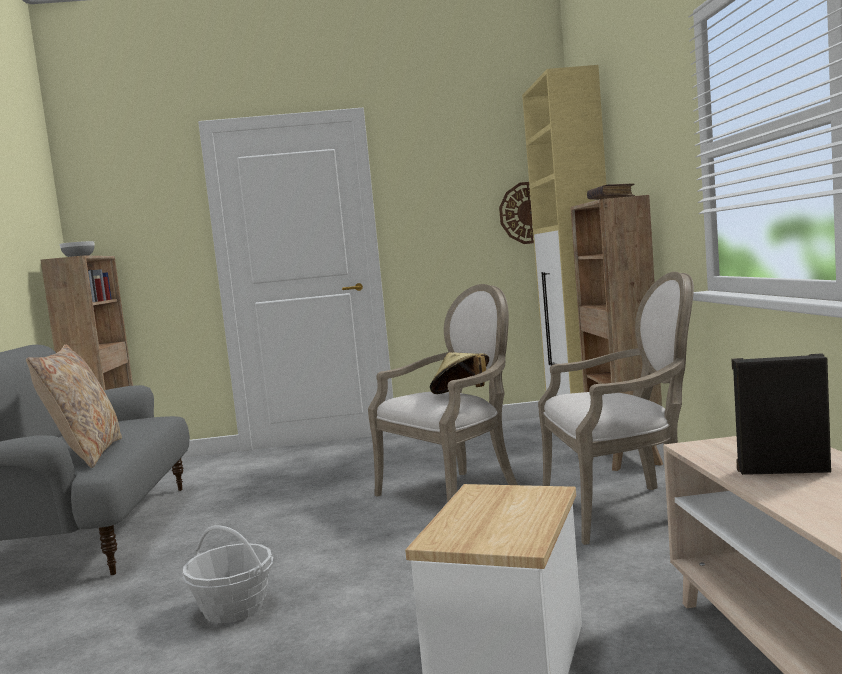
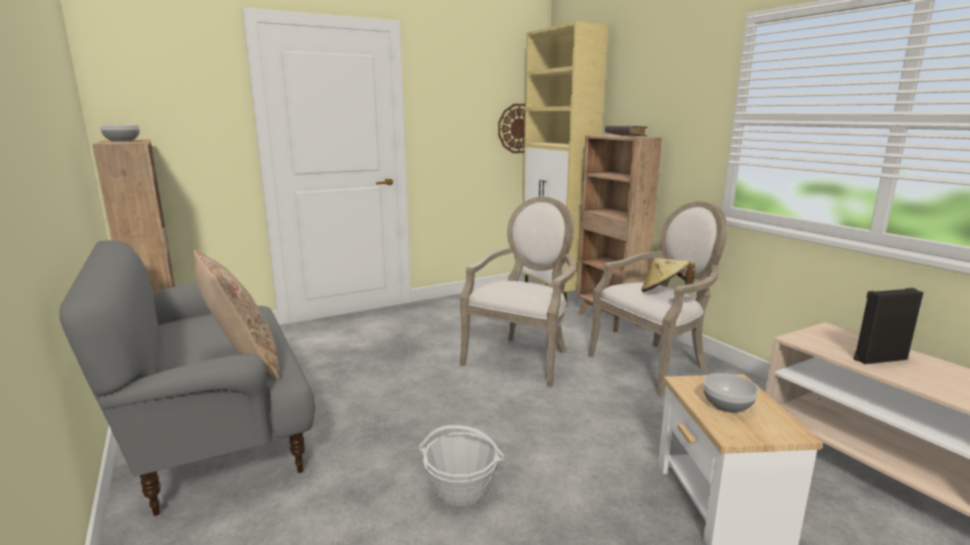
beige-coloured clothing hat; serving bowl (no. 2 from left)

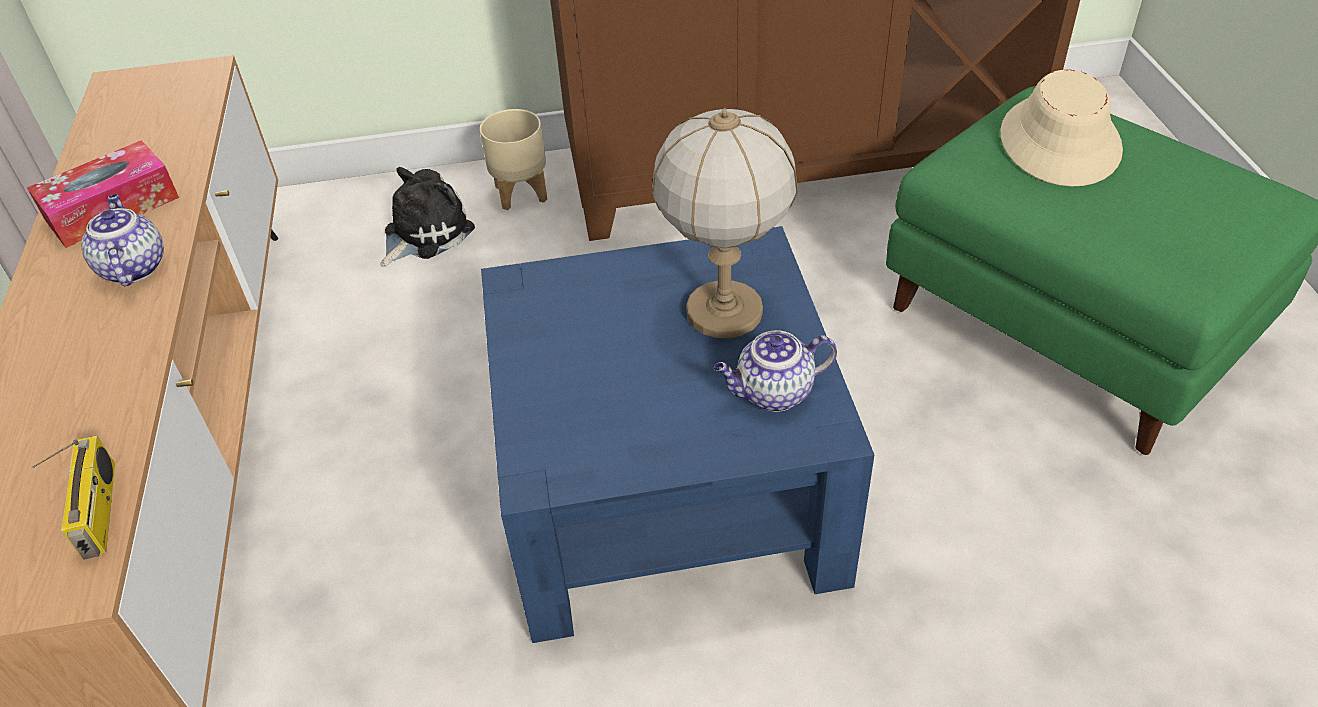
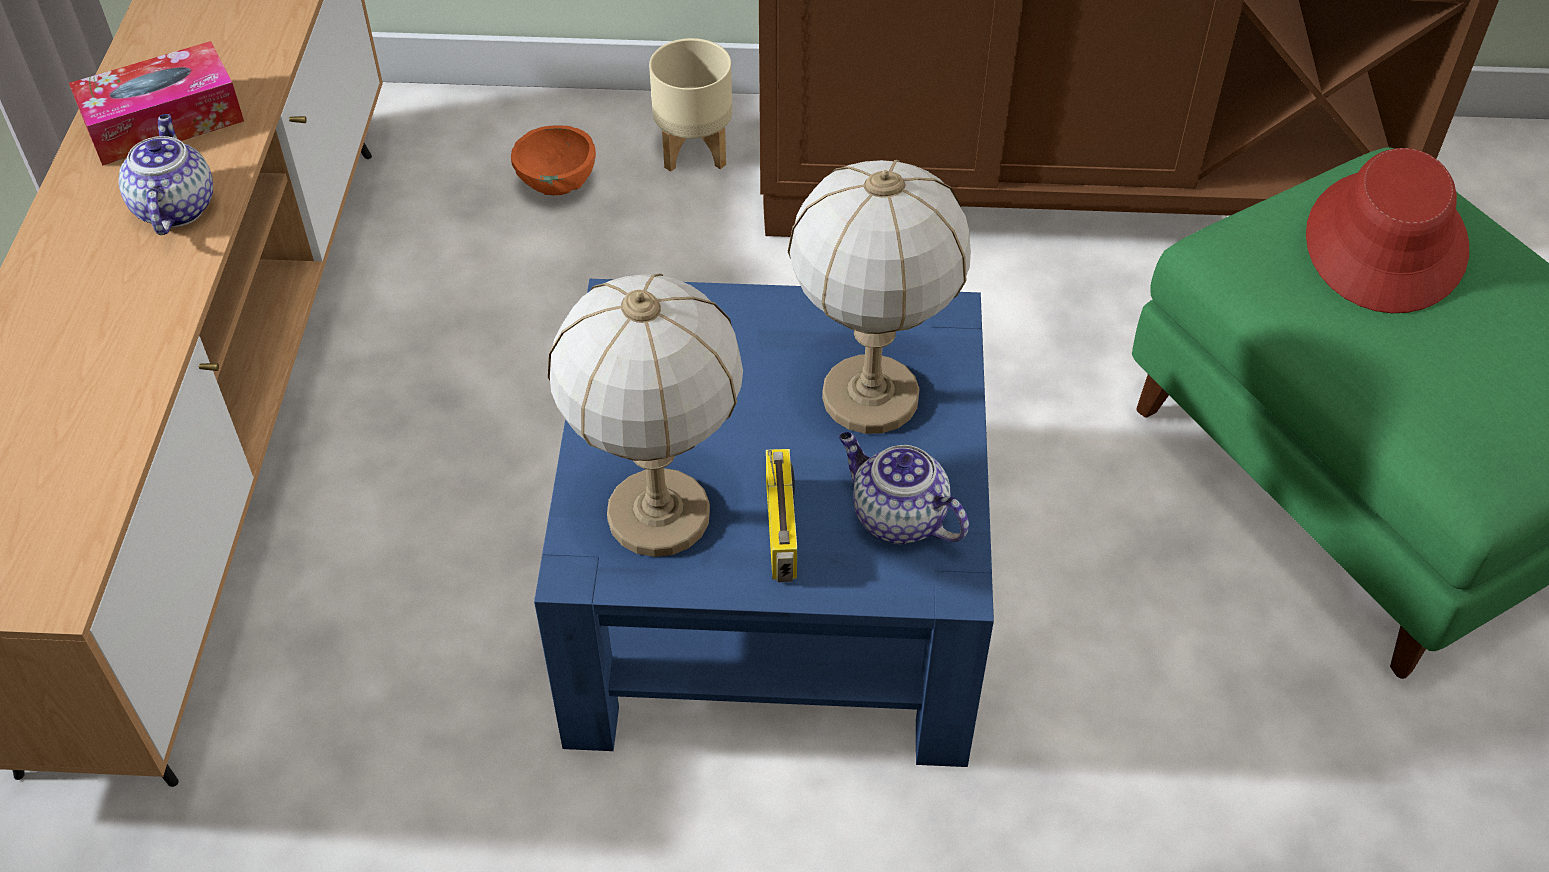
red clothing hat; orange-coloured serving bowl; tea pot (no. 2 from left); radio receiver; table lamp (no. 1 from left)

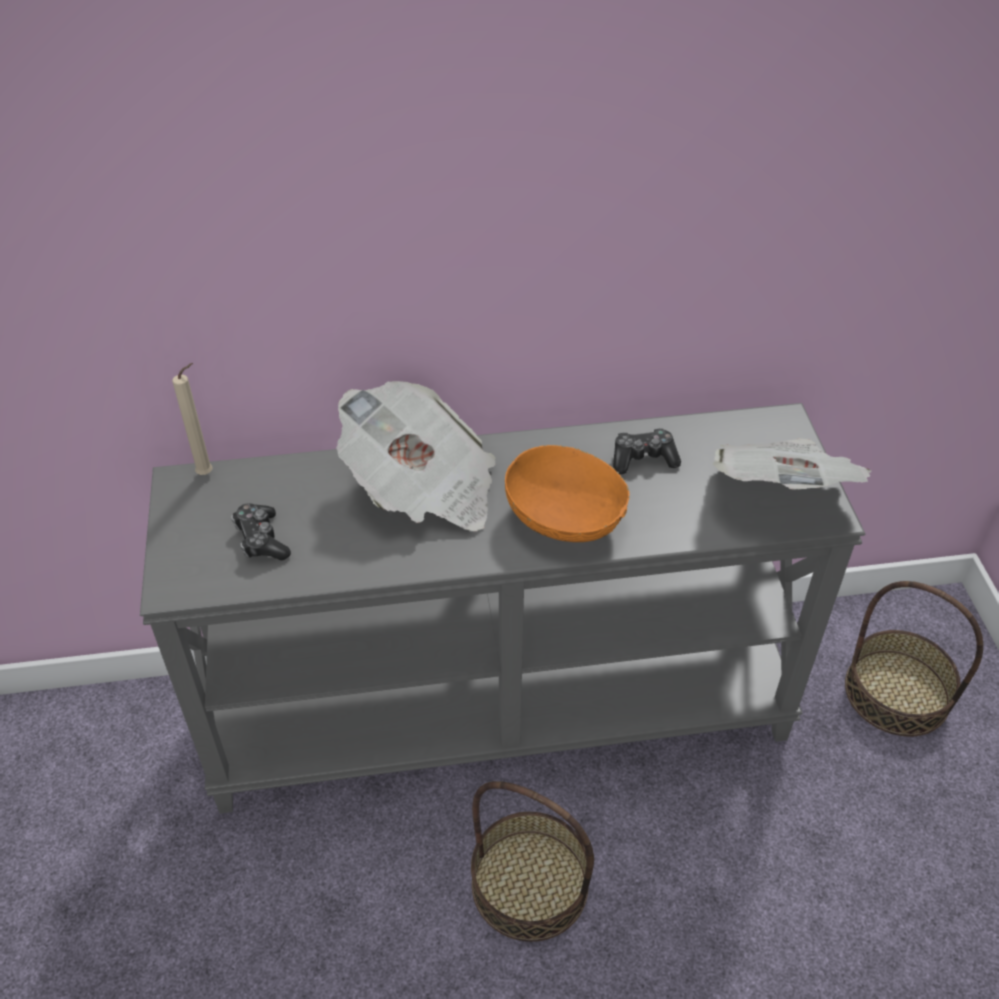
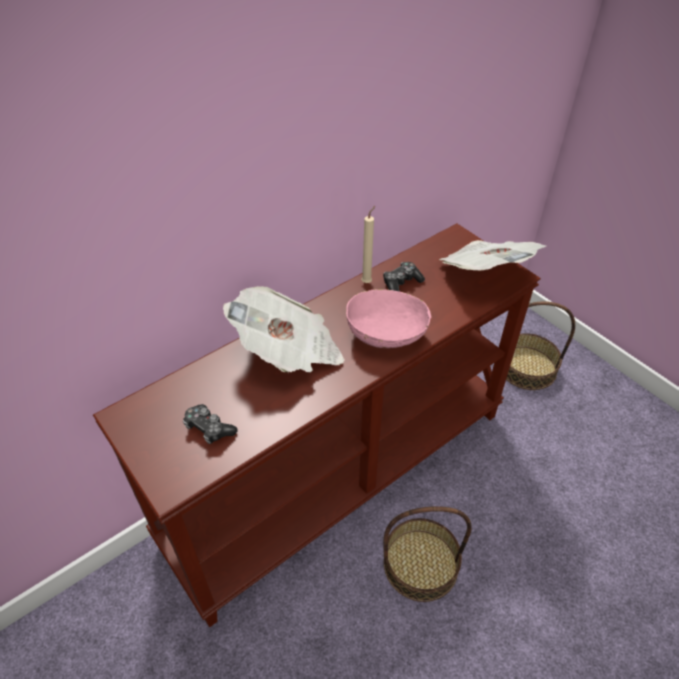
beige-coloured wax light; brown-coloured narrow table; pink serving bowl

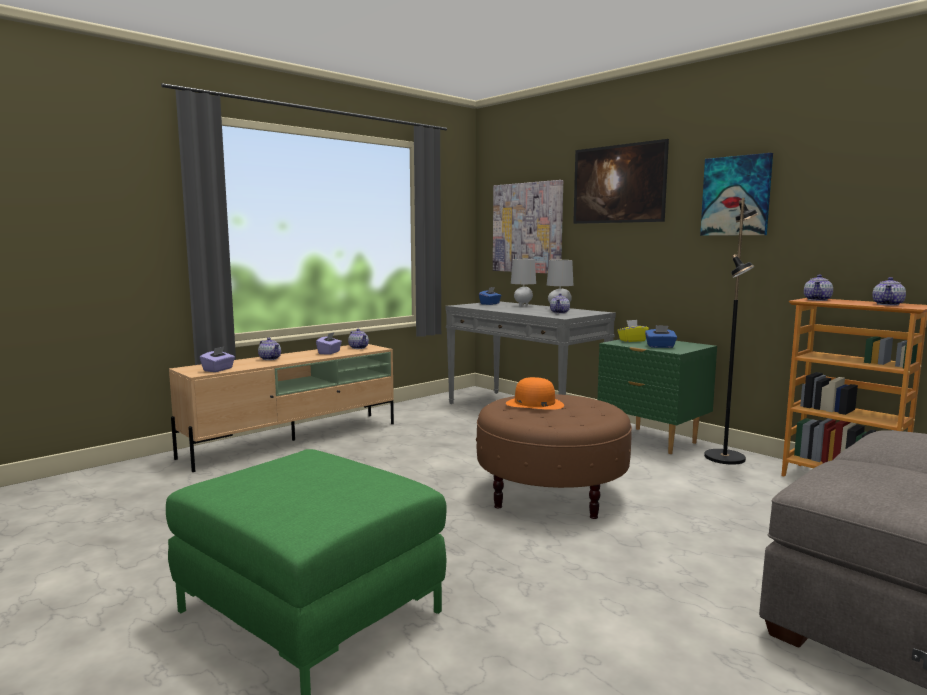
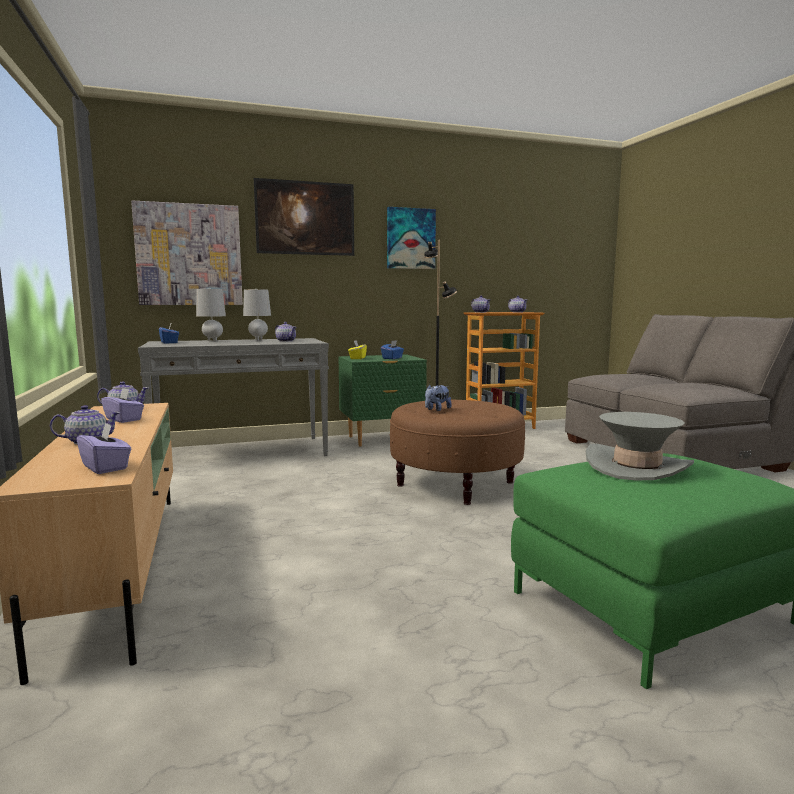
plush toy; greyish clothing hat

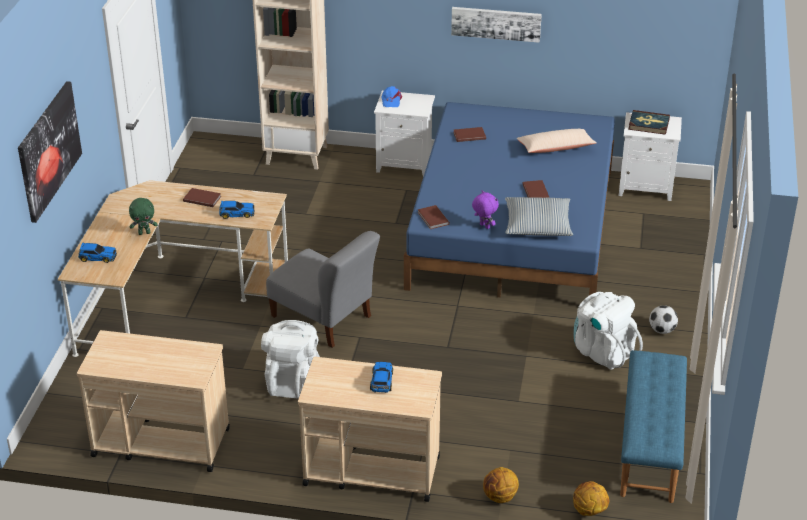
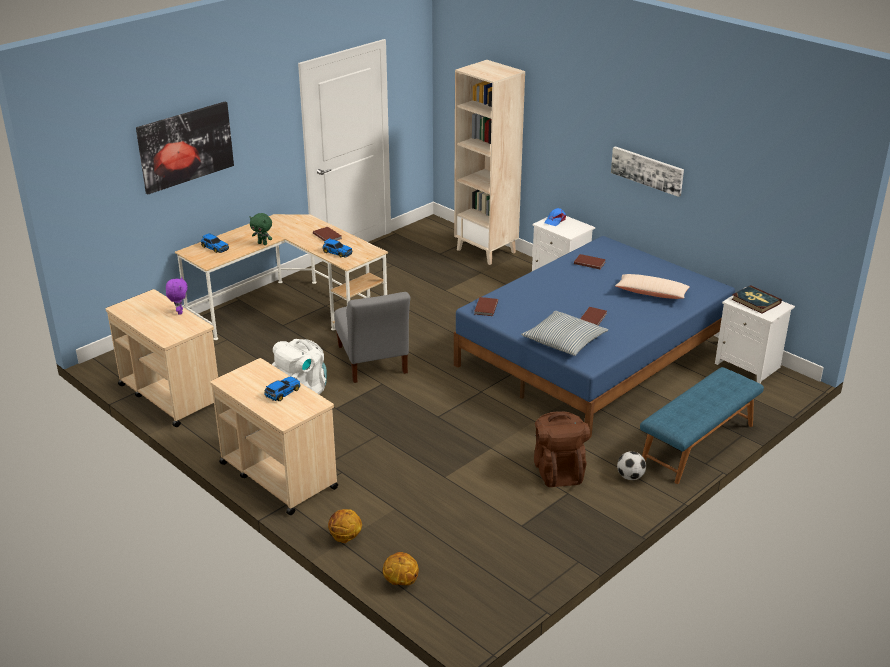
purple-coloured plush toy; brown-coloured knapsack; blue-coloured indoor bench

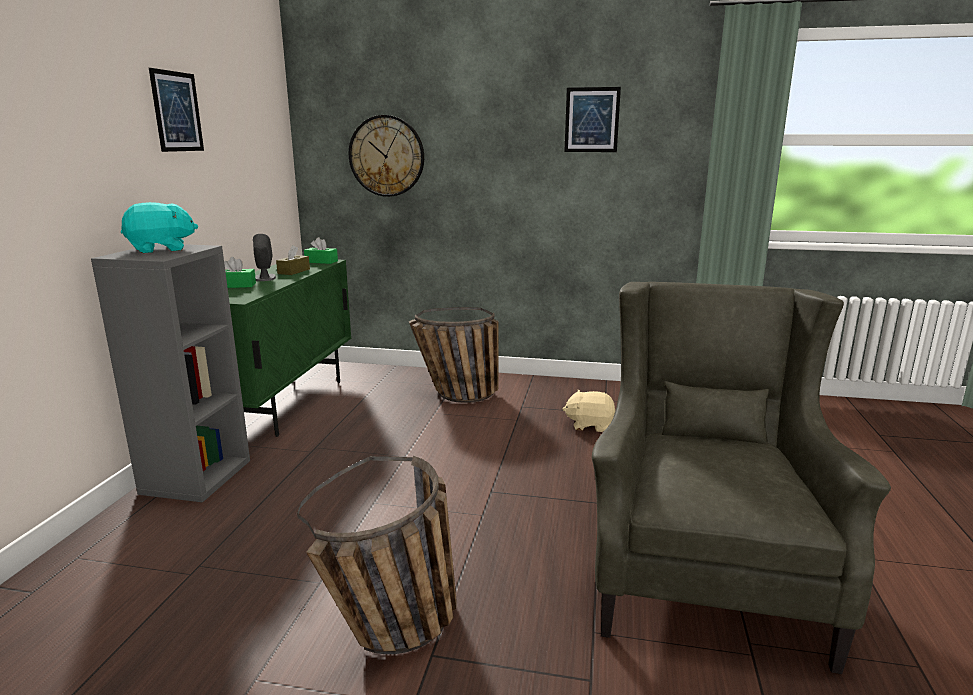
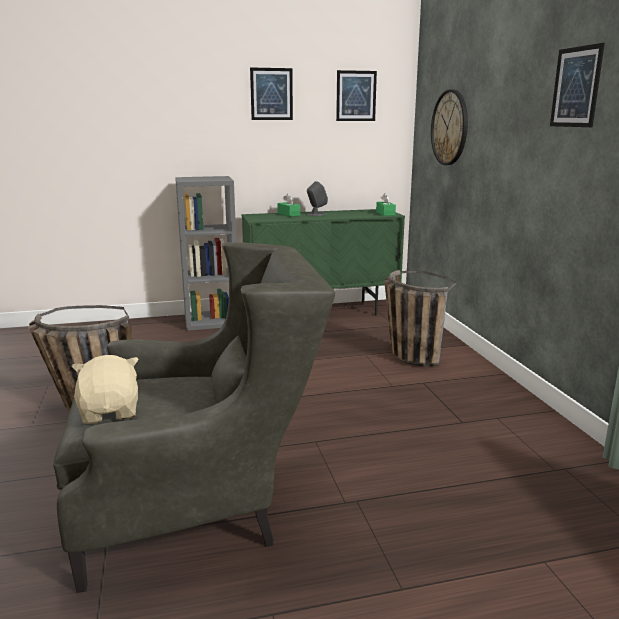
blue-green plush toy; brown-coloured tissue holder; beige-coloured plush toy; picture (no. 2 from left)

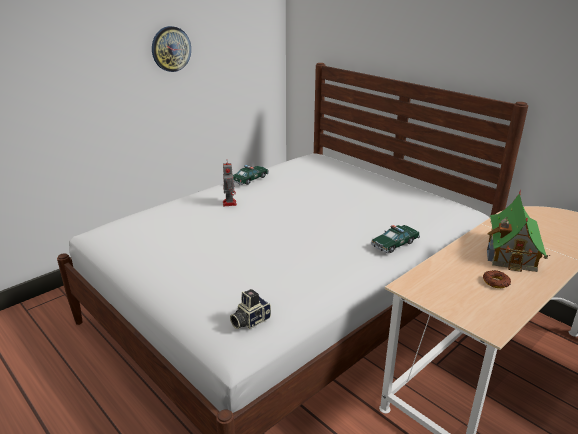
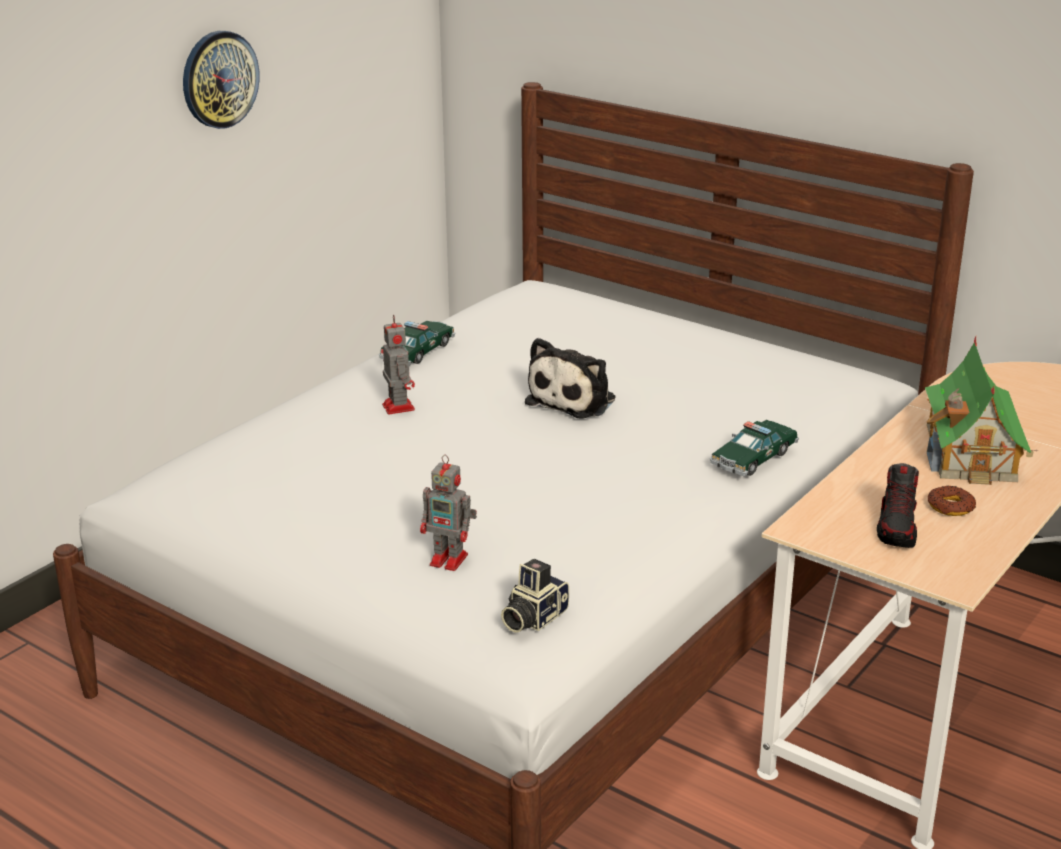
plush toy; model robot (no. 2 from left); low shoe

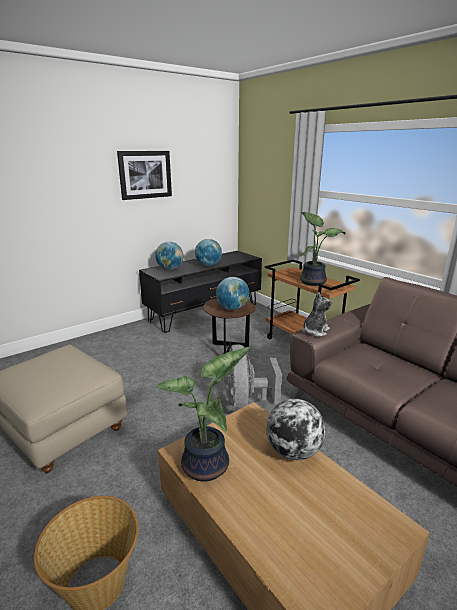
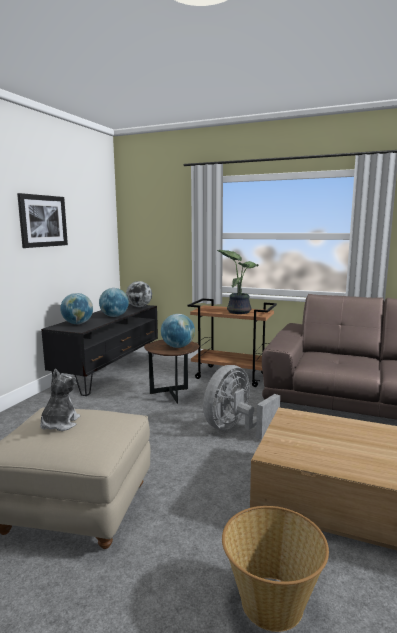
plush toy; greyish electric fan; houseplant (no. 1 from left in the first image); world globe (no. 3 from left)

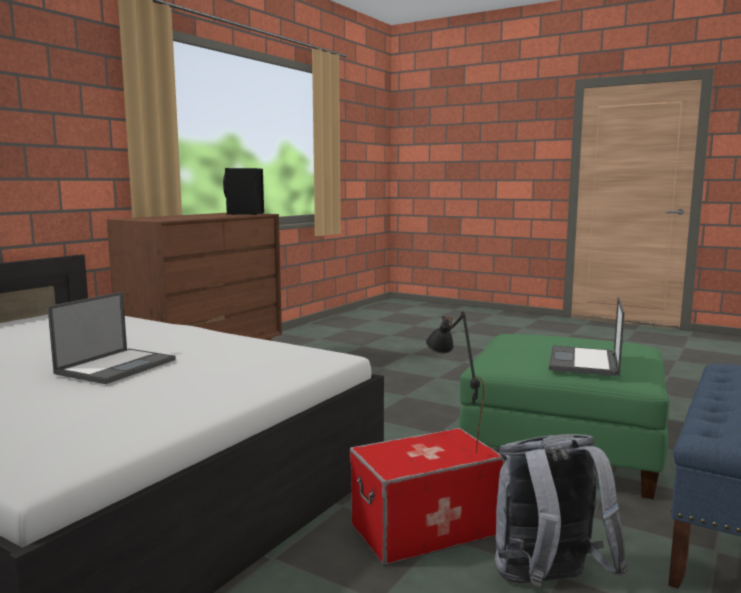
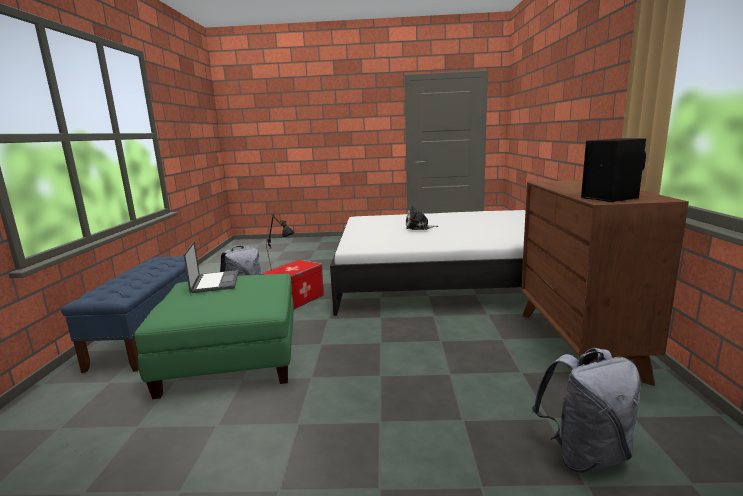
plush toy; greyish knapsack (no. 2 from left)

